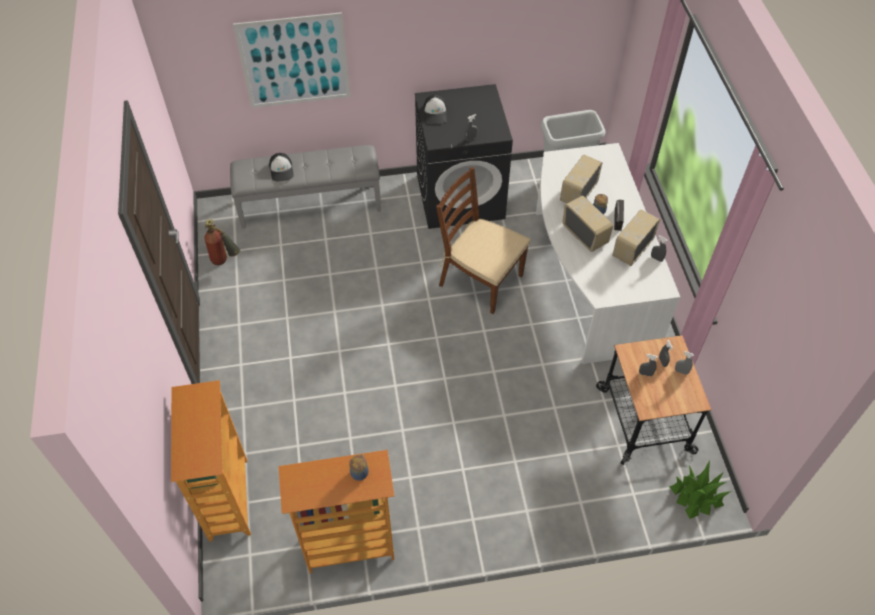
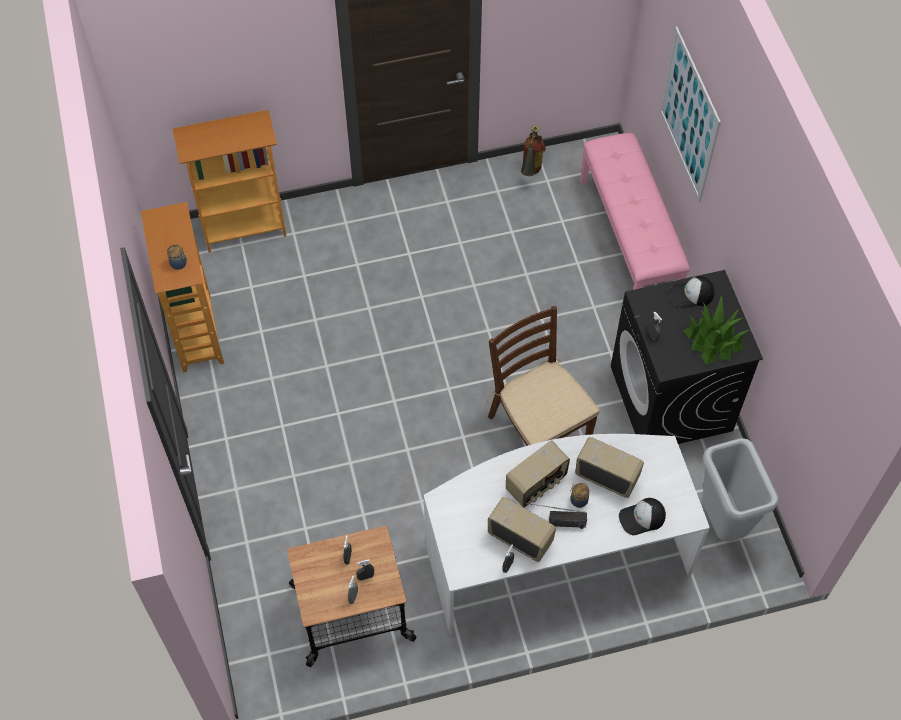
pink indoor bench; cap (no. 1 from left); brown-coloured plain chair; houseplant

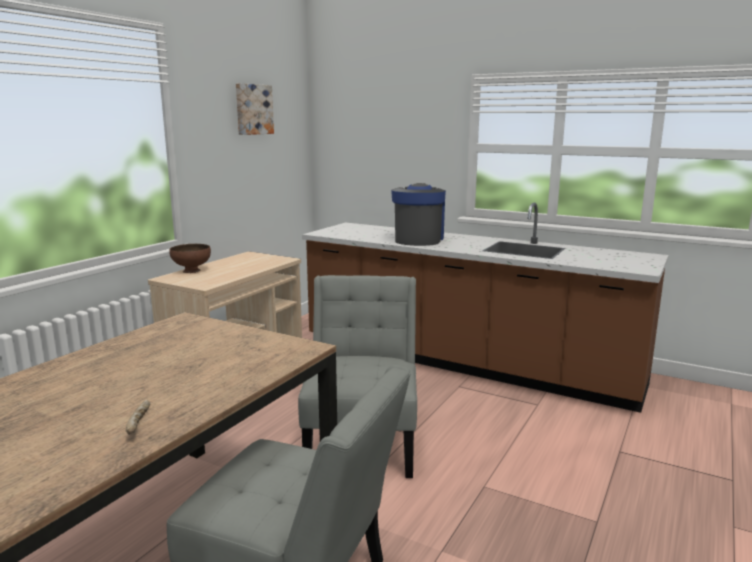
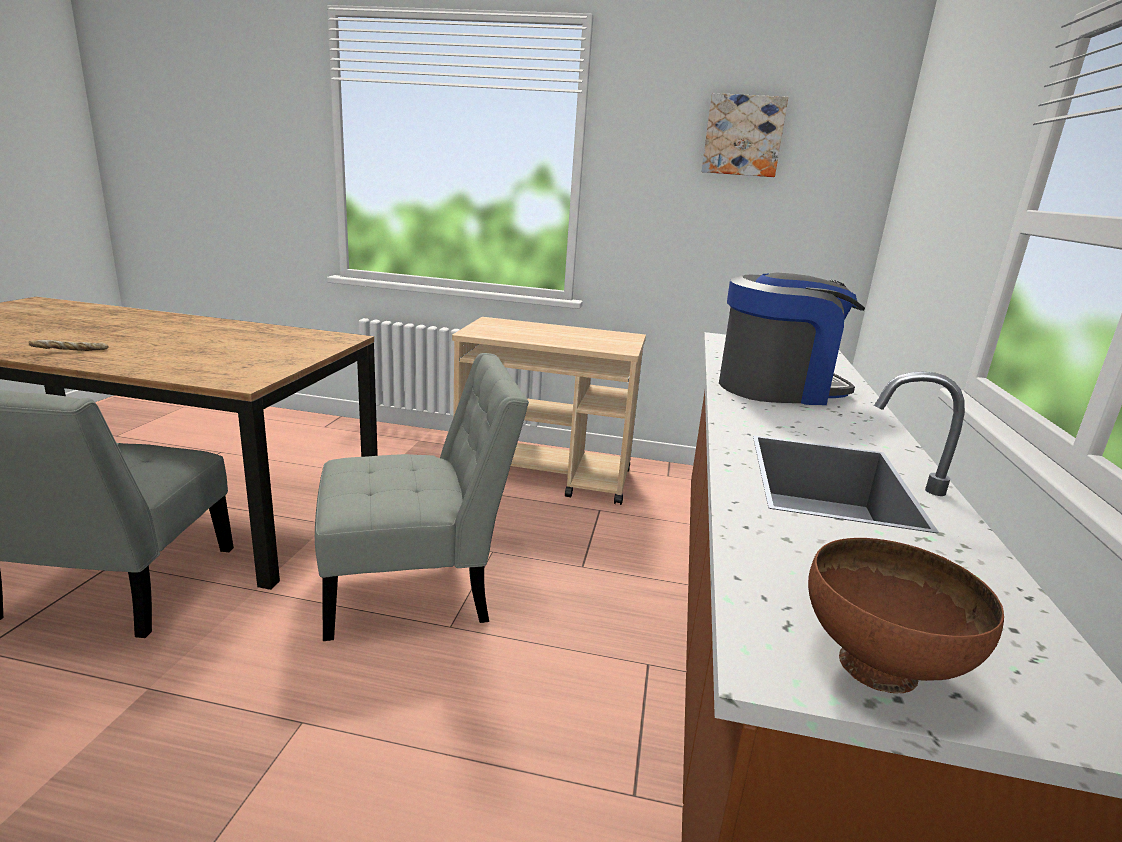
brown-coloured serving bowl

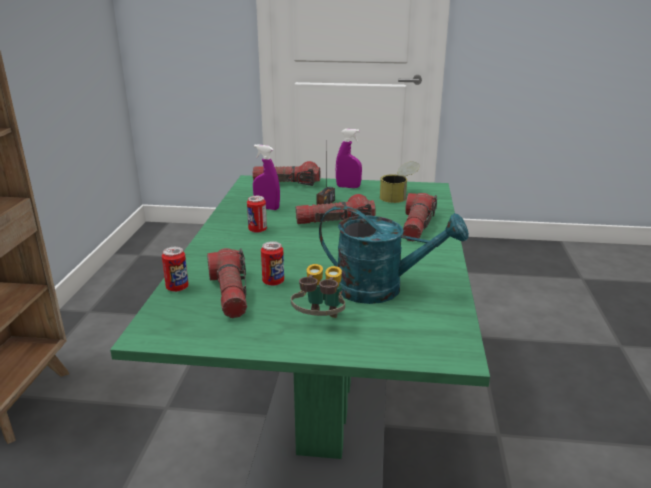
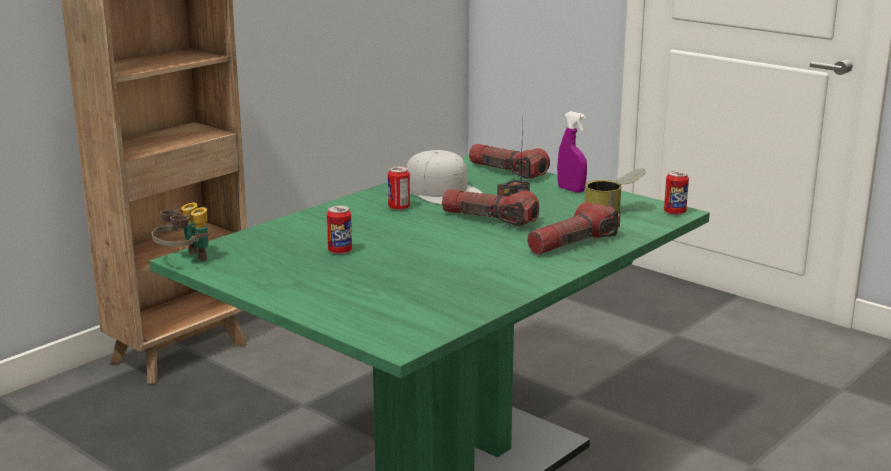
whitish cap; blue-green watering can; can (no. 4 from left); torch (no. 1 from left in the first image); field glasses

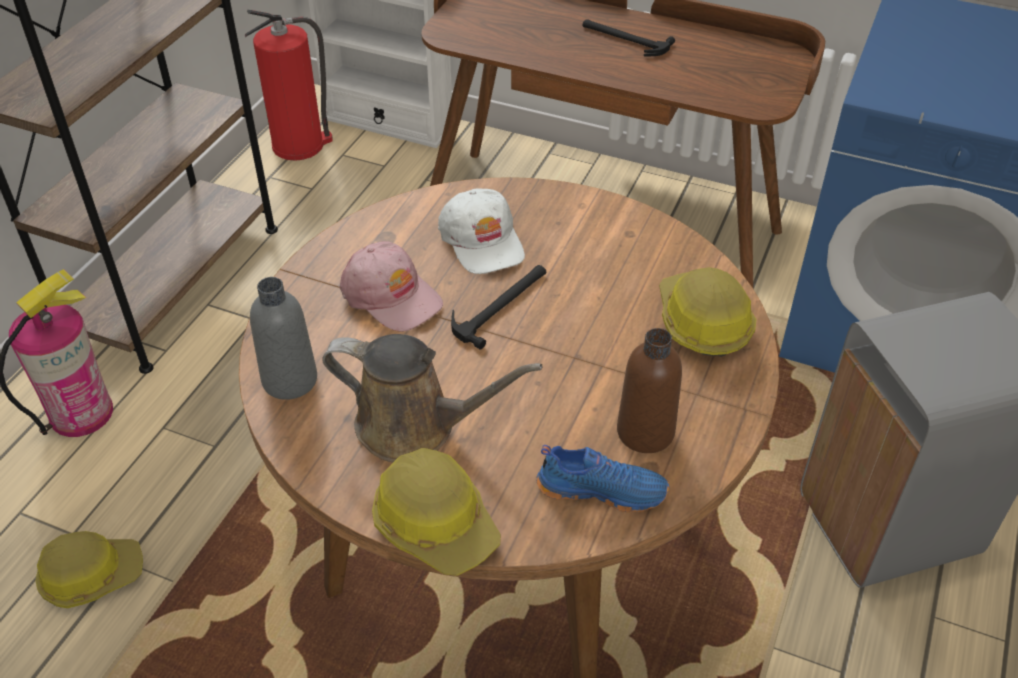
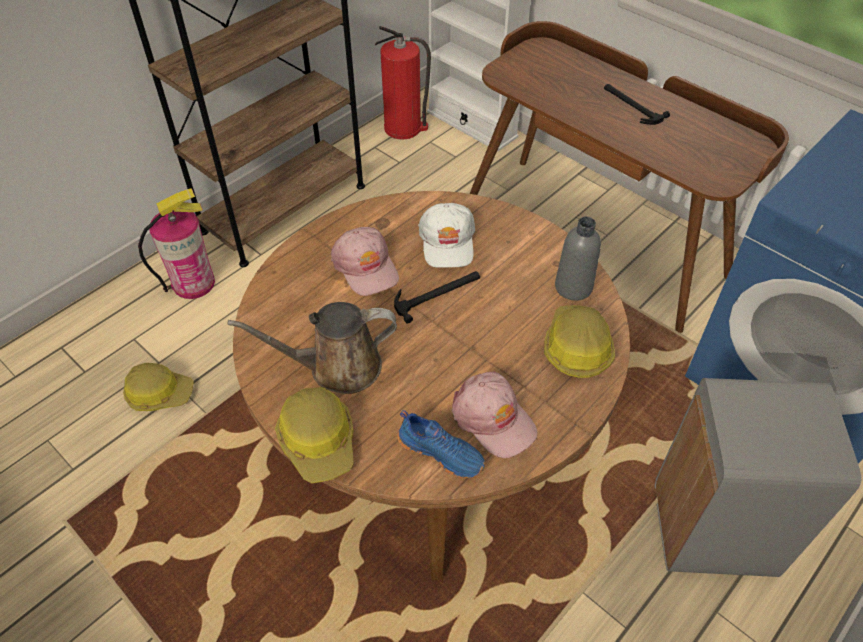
greyish drink bottle; pink cap (no. 2 from left); brown-coloured watering can

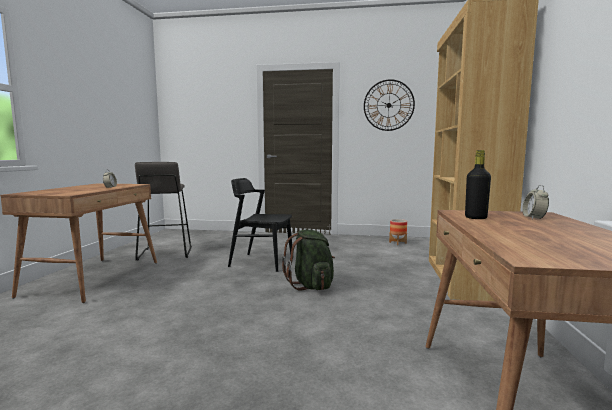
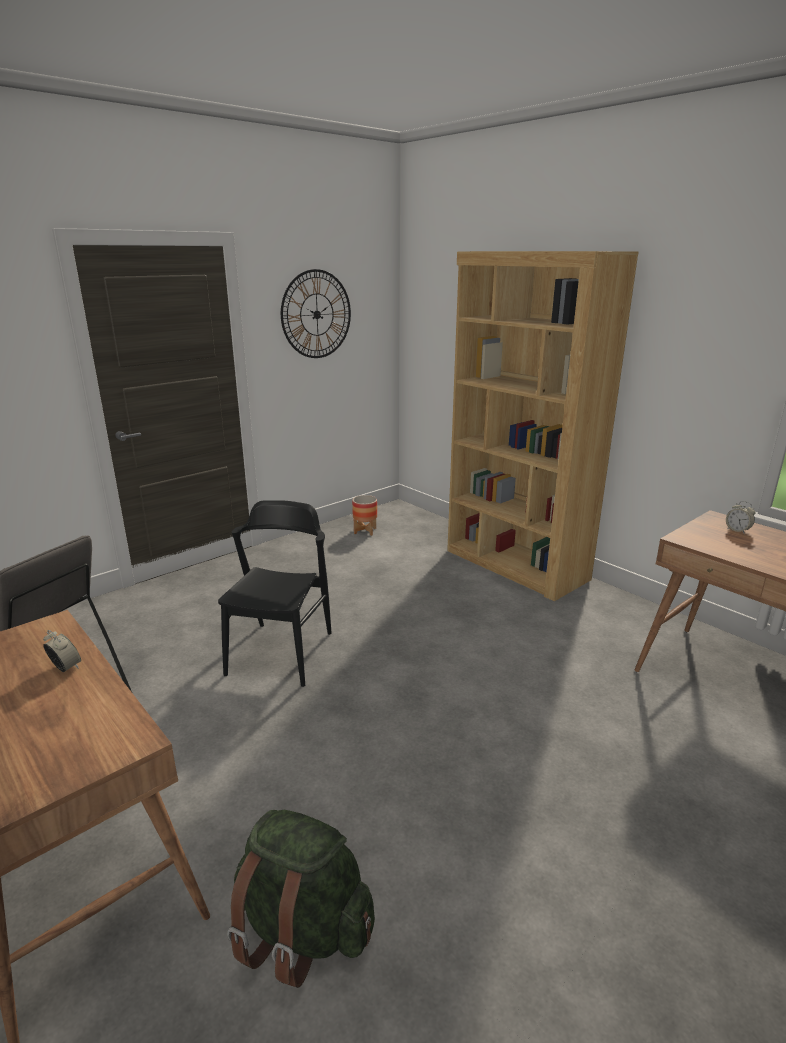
black drink bottle; black plain chair; green knapsack

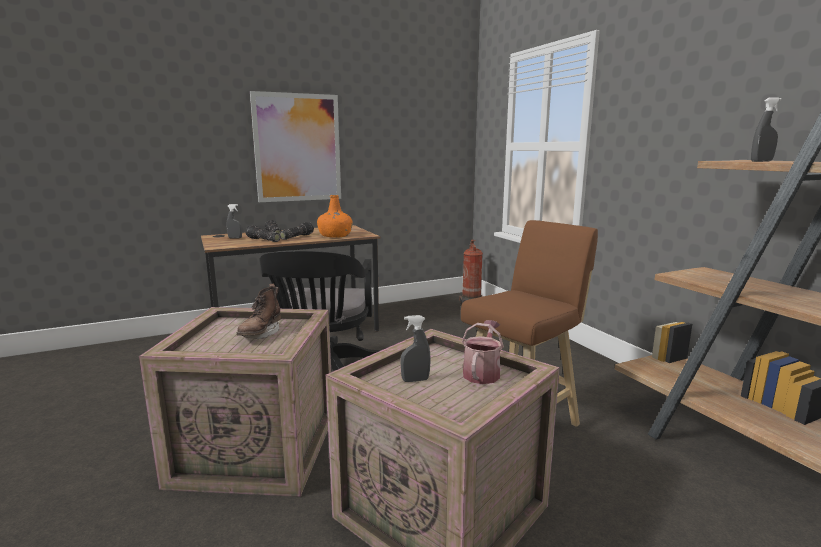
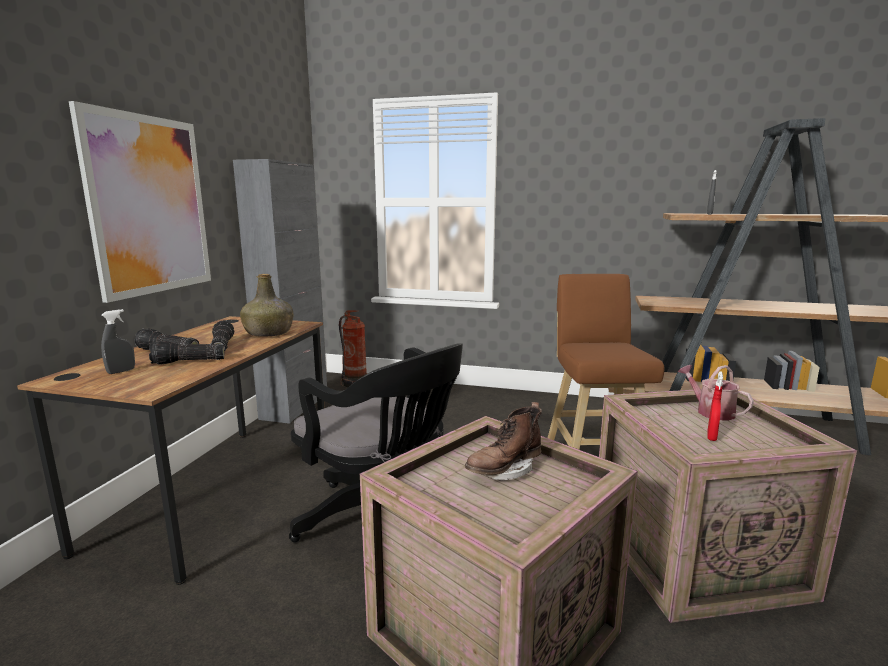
green drink bottle; brown-coloured high-top boot; red sprayer; greyish cabinet

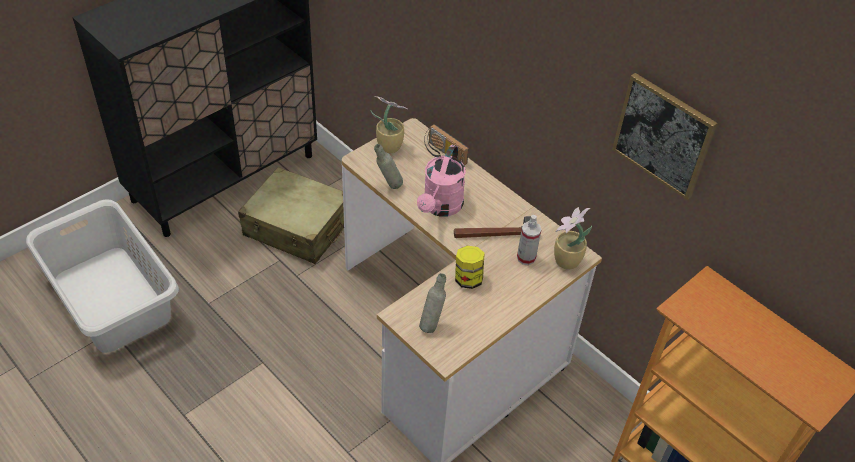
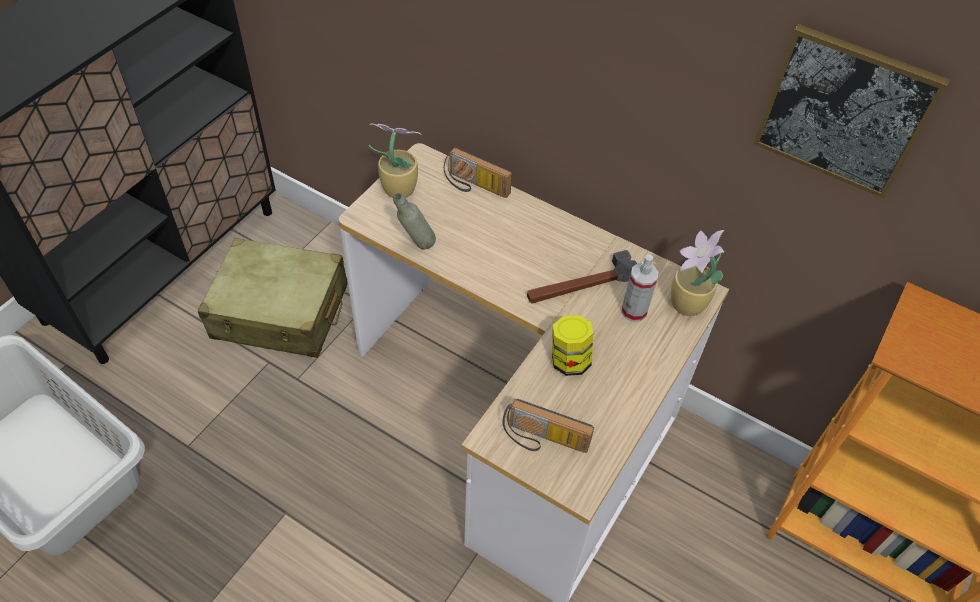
pink watering can; radio receiver (no. 2 from left)

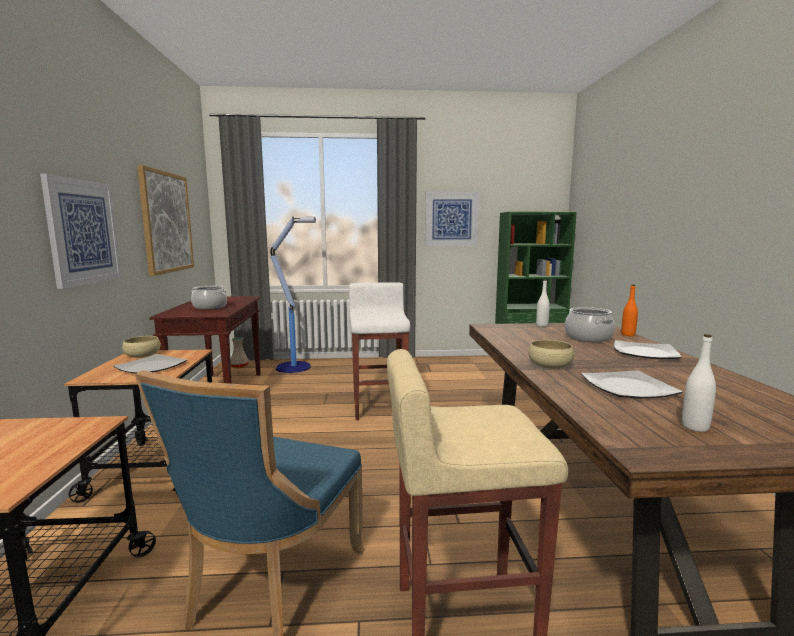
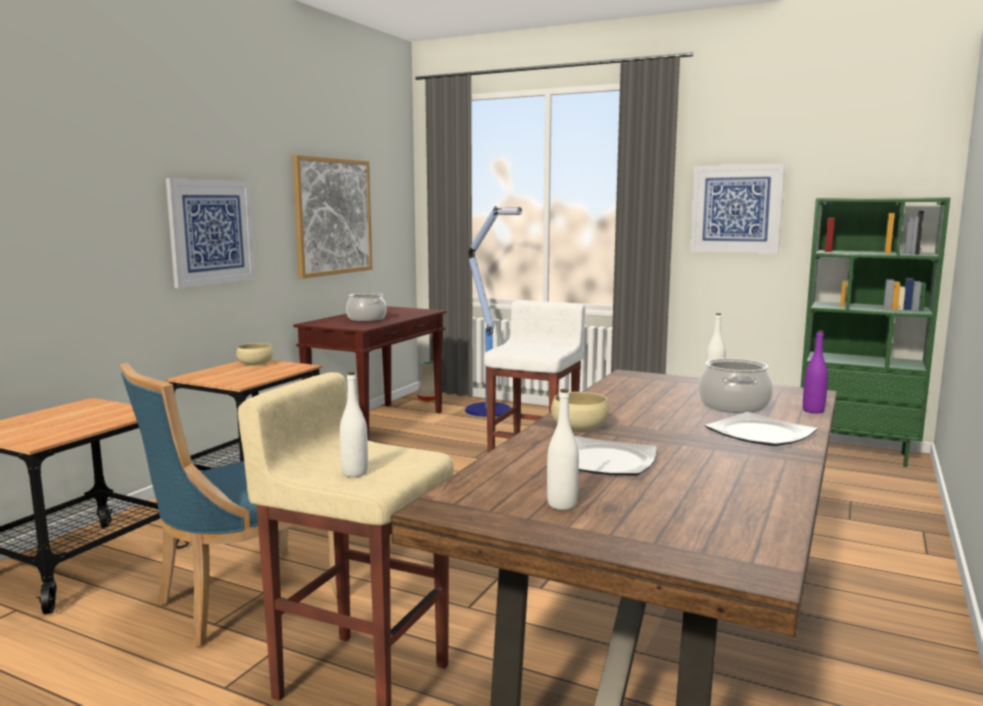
purple-coloured drink bottle; flat dish (no. 1 from left in the first image); whitish drink bottle (no. 1 from left)

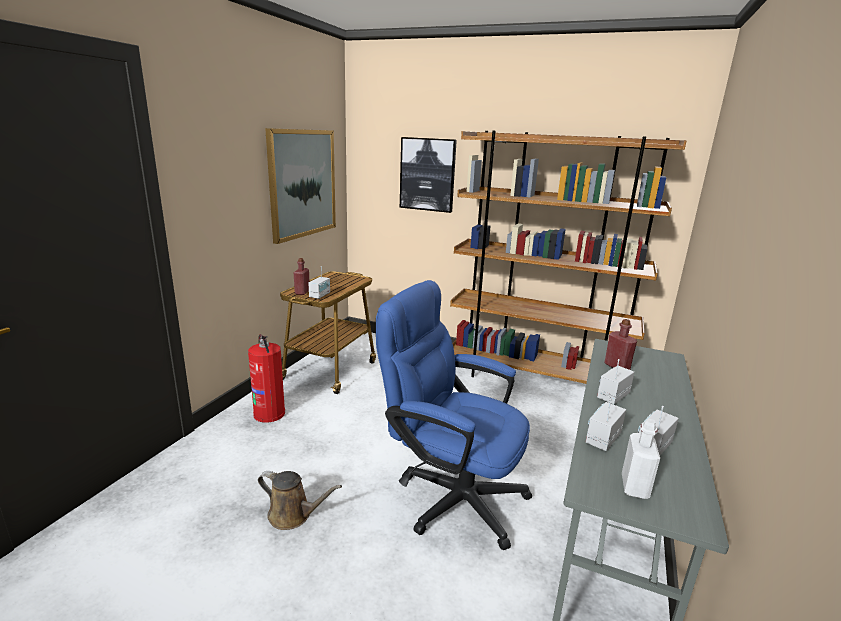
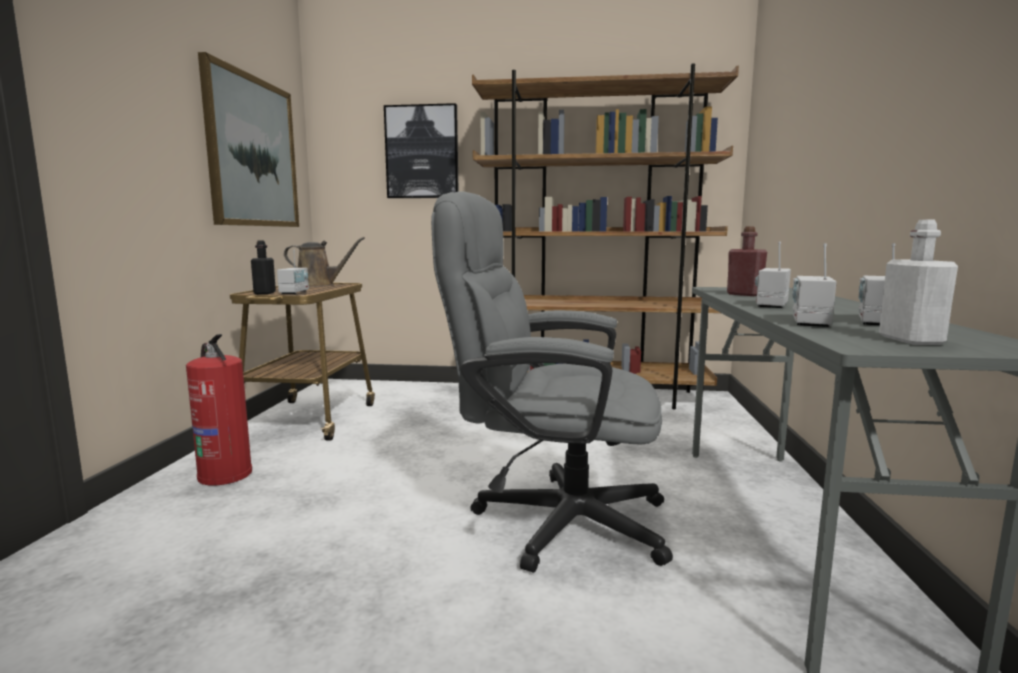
black drink bottle; greyish computer chair; brown-coloured watering can

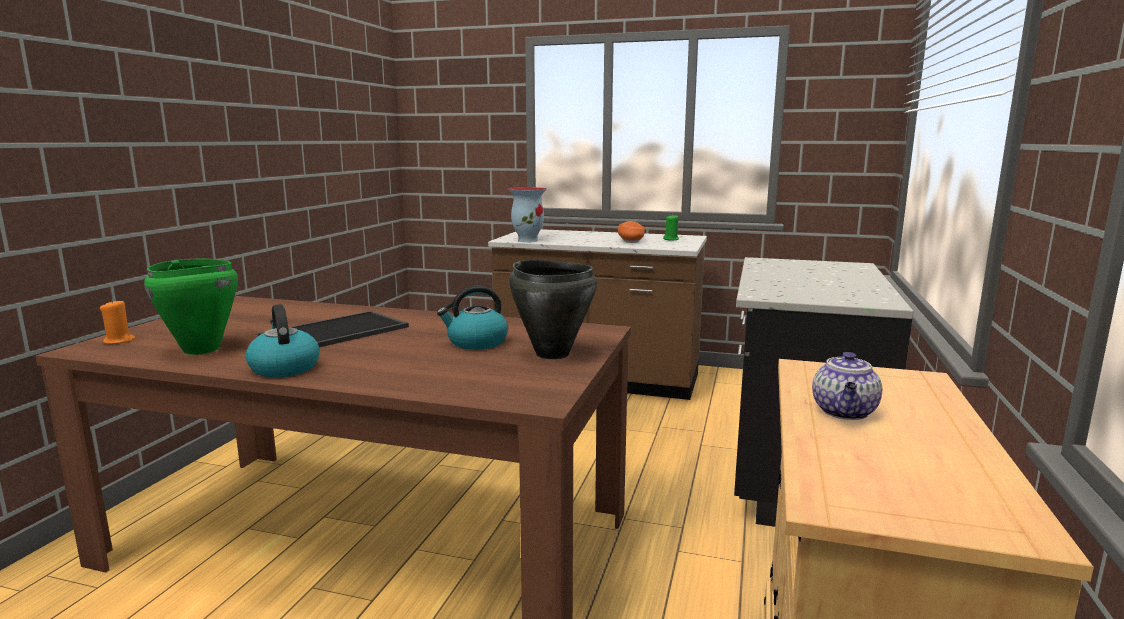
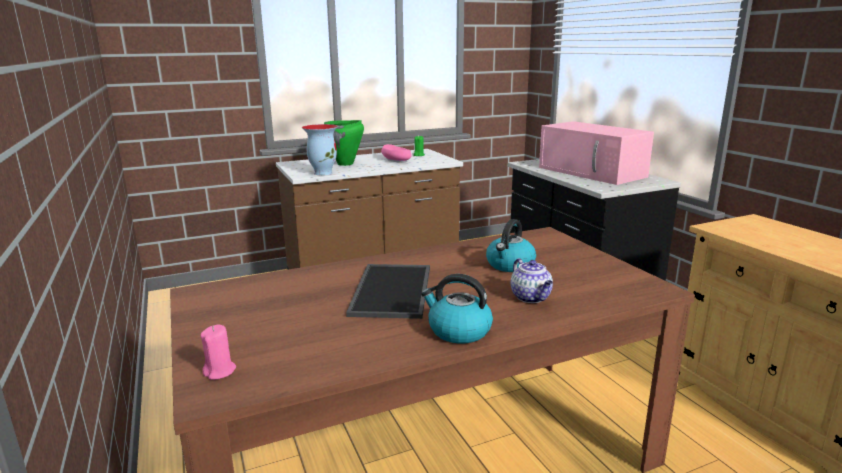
pink serving bowl; green stockpot; black stockpot; pink wax light; tea pot; pink microwave

